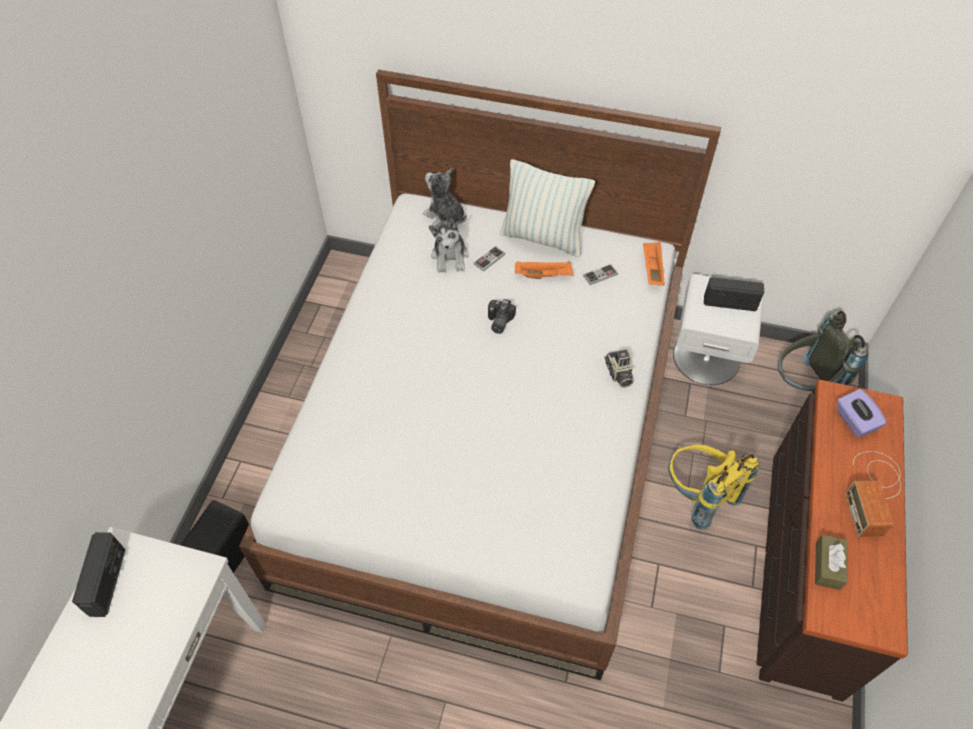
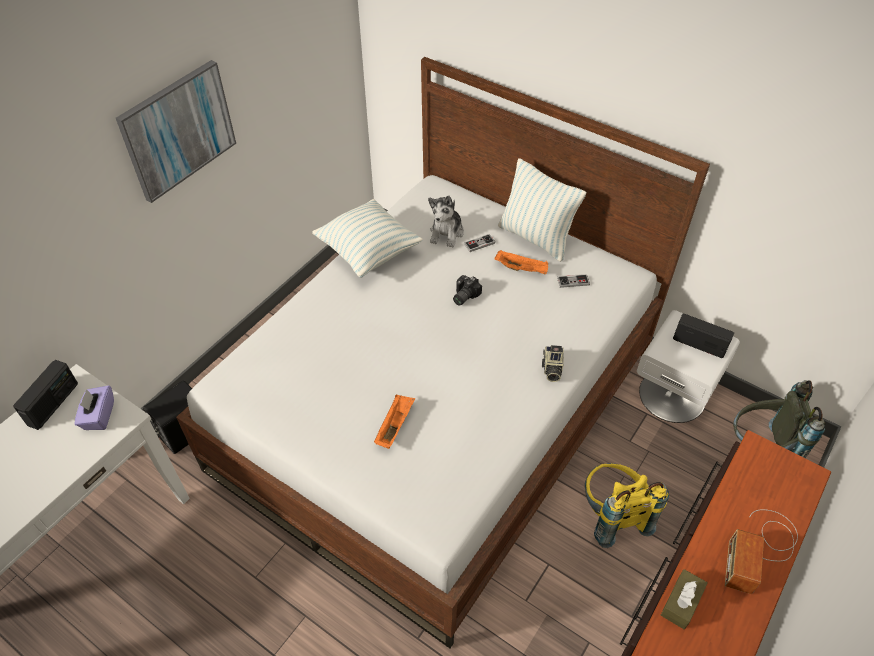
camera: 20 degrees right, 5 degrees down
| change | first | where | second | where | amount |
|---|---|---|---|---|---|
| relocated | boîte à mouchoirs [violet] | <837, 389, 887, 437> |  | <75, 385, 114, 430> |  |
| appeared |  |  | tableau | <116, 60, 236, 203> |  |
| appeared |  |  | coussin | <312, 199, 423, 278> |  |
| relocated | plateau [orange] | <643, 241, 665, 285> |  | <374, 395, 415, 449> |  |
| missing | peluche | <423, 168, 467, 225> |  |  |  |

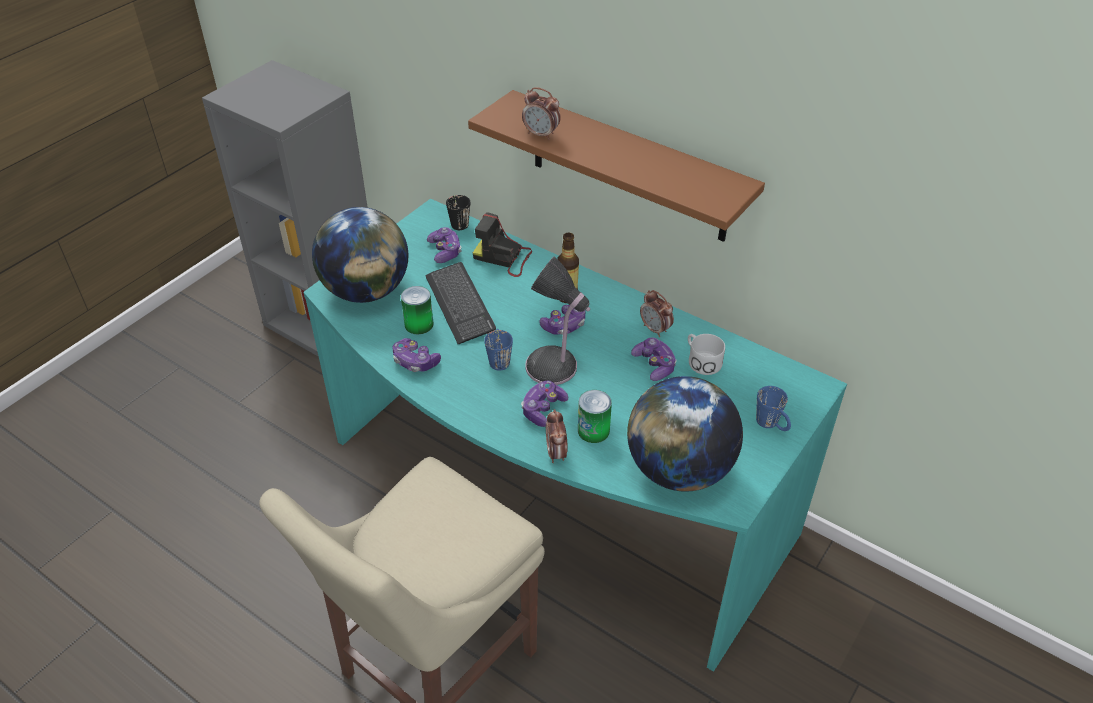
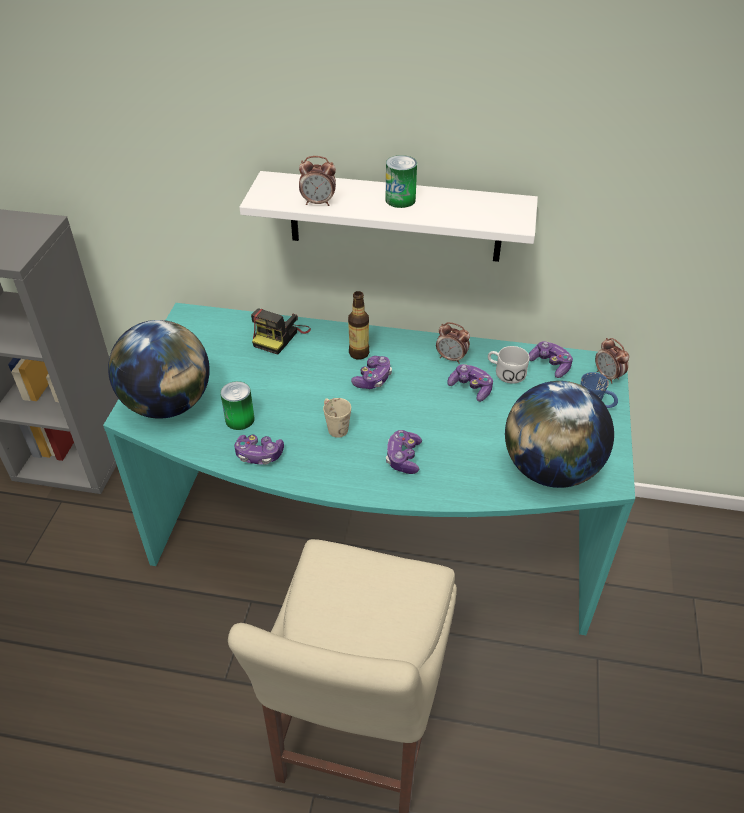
camera: 25 degrees left, 0 degrees up
| change | first | where | second | where | amount |
|---|---|---|---|---|---|
| colour | étagère [marron] | <468, 90, 765, 242> | étagère [blanc] | <239, 171, 538, 262> |  |
| spun | appareil photo | <473, 212, 532, 277> |  | <251, 309, 311, 355> | 60 degrees counterclockwise |
| colour | mug [bleu] | <484, 329, 513, 371> | mug [beige] | <323, 398, 351, 438> |  |
| relocated | boîte métallique | <578, 390, 612, 443> |  | <386, 155, 417, 208> |  |
| relocated | manette | <427, 227, 462, 263> |  | <529, 341, 573, 378> |  |
| relocated | réveil | <546, 409, 568, 463> |  | <595, 338, 629, 384> |  |
| missing | clavier | <425, 262, 496, 344> |  |  |  |
| missing | mug [noir] | <446, 195, 470, 230> |  |  |  |
| missing | lampe de table | <525, 257, 590, 385> |  |  |  |

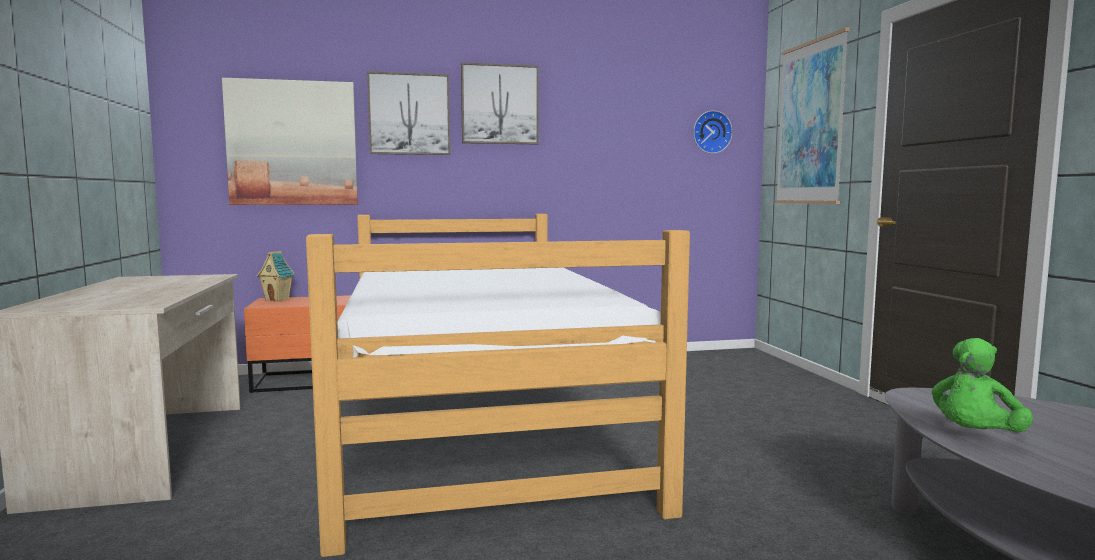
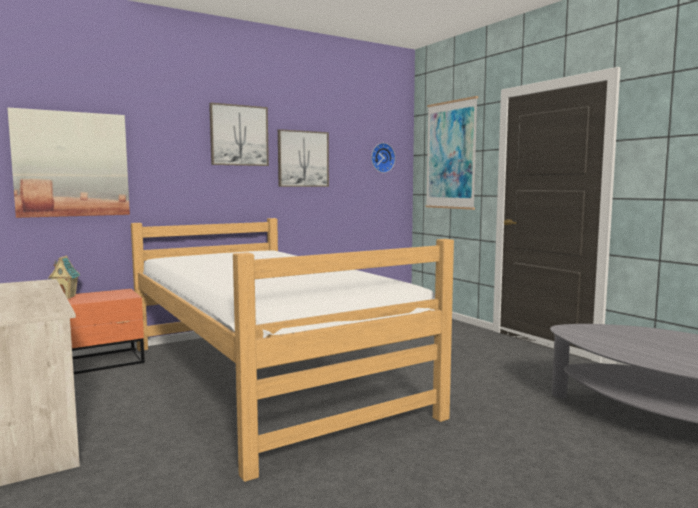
camera: 20 degrees left, 0 degrees up
| change | first | where | second | where | amount |
|---|---|---|---|---|---|
| relocated | tableau | <367, 71, 450, 155> |  | <278, 129, 329, 187> |  |
| missing | peluche [vert] | <931, 338, 1033, 432> |  |  |  |

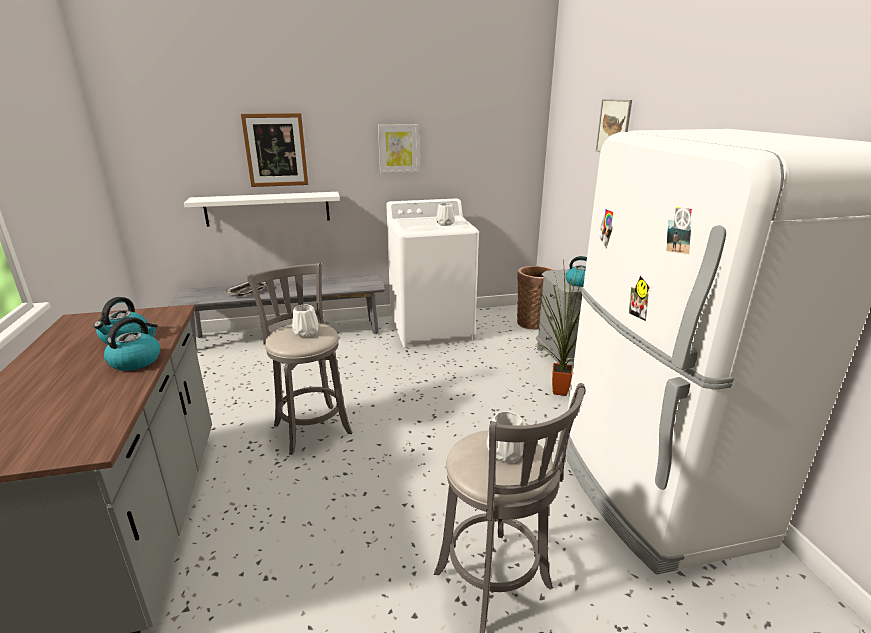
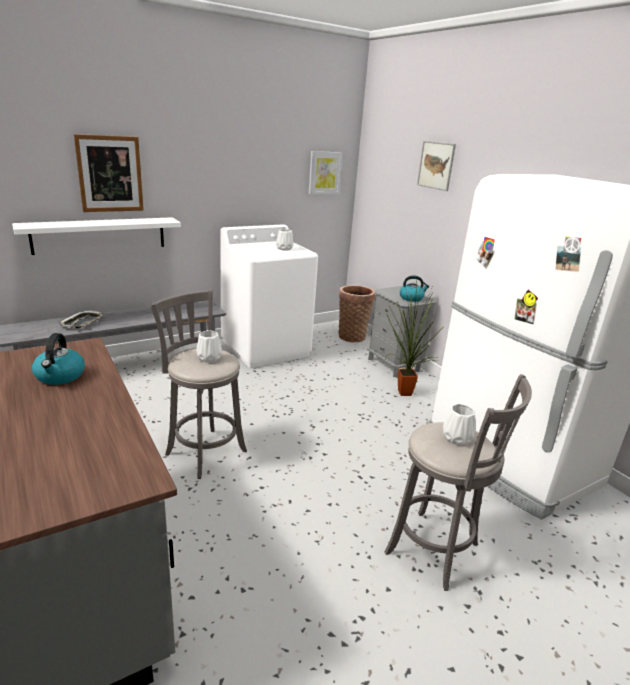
camera: 20 degrees left, 0 degrees up
| change | first | where | second | where | amount |
|---|---|---|---|---|---|
| relocated | tableau | <378, 124, 419, 173> |  | <309, 151, 342, 194> |  |
| missing | bouilloire | <104, 317, 160, 371> |  |  |  |

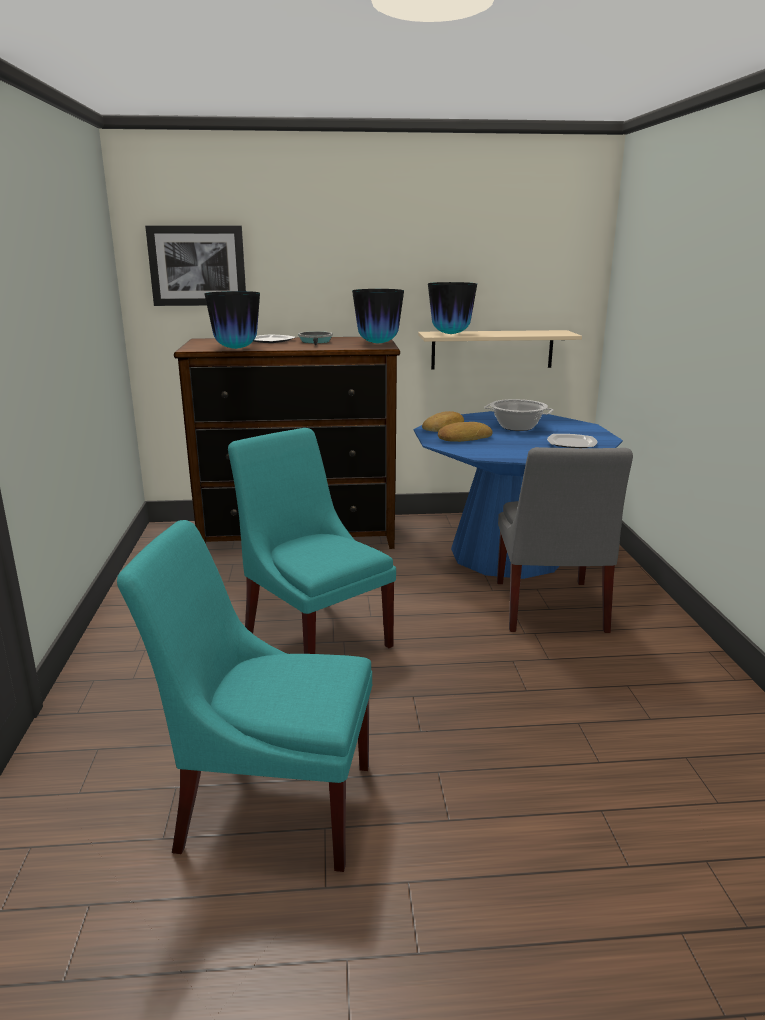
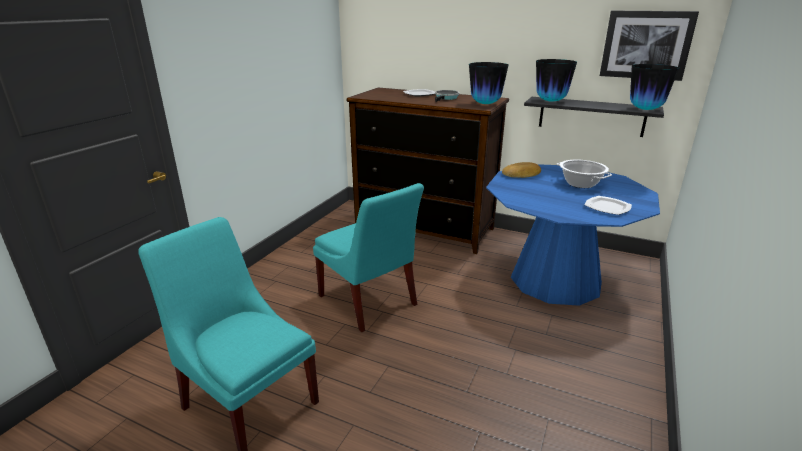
camera: 30 degrees right, 5 degrees up
| change | first | where | second | where | amount |
|---|---|---|---|---|---|
| spun | chaise [turquoise] | <228, 428, 396, 654> |  | <313, 183, 424, 332> | 150 degrees clockwise |
| colour | étagère [beige] | <418, 330, 582, 369> | étagère [noir] | <524, 97, 664, 137> |  |
| relocated | tableau | <145, 225, 246, 306> |  | <600, 11, 699, 81> |  |
| relocated | vase | <204, 291, 260, 349> |  | <630, 64, 679, 110> |  |
| missing | pain | <438, 422, 493, 442> |  |  |  |
| missing | chaise [gris] | <497, 447, 633, 633> |  |  |  |

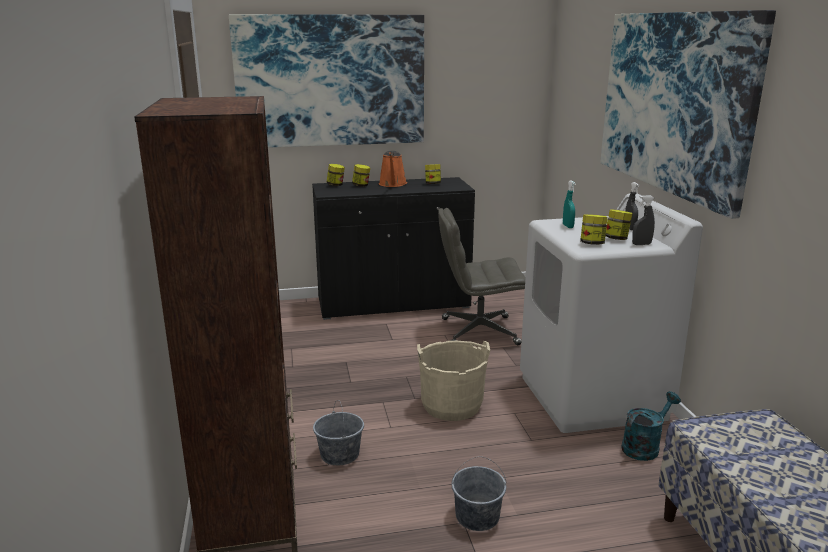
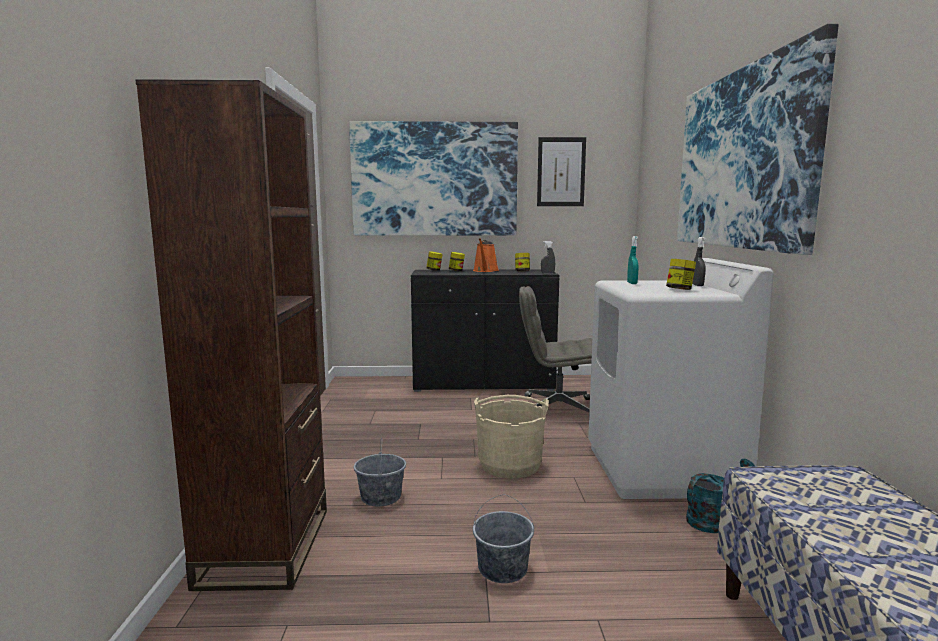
camera: 10 degrees right, 10 degrees down
| change | first | where | second | where | amount |
|---|---|---|---|---|---|
| appeared |  |  | tableau | <537, 137, 586, 206> |  |
| relocated | vaporisateur [gris] | <632, 195, 655, 245> |  | <541, 241, 555, 274> |  |
| missing | bocal | <580, 214, 608, 245> |  |  |  |

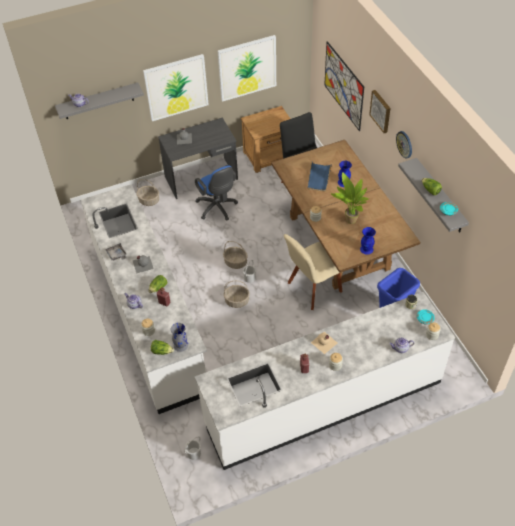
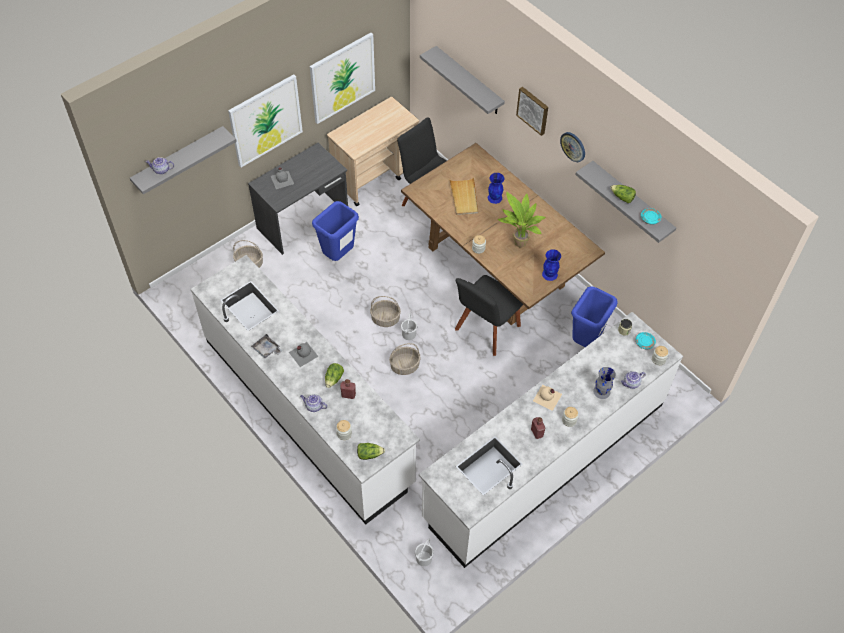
camera: 20 degrees left, 5 degrees up
| change | first | where | second | where | amount |
|---|---|---|---|---|---|
| exchanged | chaise de bureau [bleu] | <195, 165, 238, 221> | poubelle [bleu] | <312, 201, 359, 261> |  |
| exchanged | table de chevet [marron] | <241, 106, 290, 173> | chariot [beige] | <327, 97, 419, 206> |  |
| exchanged | tableau | <324, 41, 364, 131> | étagère [gris] | <420, 46, 505, 114> |  |
| colour | plateau [bleu] | <308, 162, 332, 191> | plateau [beige] | <449, 177, 478, 215> |  |
| colour | chaise [beige] | <284, 234, 342, 310> | chaise [noir] | <455, 275, 523, 356> |  |
| relocated | vase [gris] | <170, 323, 188, 352> |  | <593, 367, 616, 399> |  |

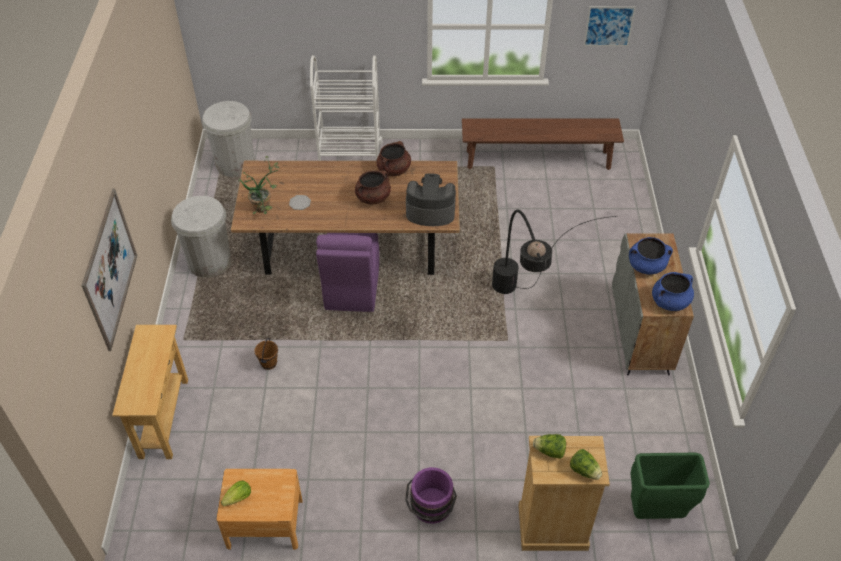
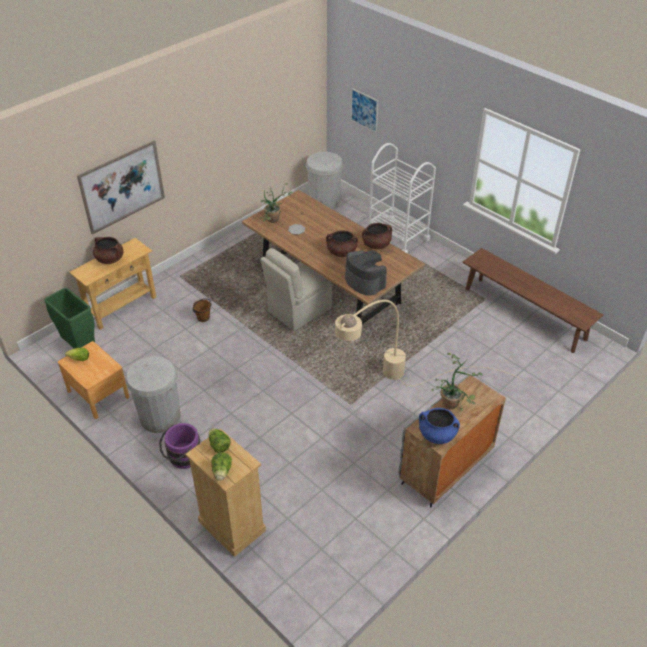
camera: 45 degrees right, 5 degrees down
| change | first | where | second | where | amount |
|---|---|---|---|---|---|
| relocated | poubelle [vert] | <630, 453, 710, 519> |  | <44, 288, 95, 349> |  |
| appeared |  |  | marmite [marron] | <93, 237, 123, 264> |  |
| relocated | poubelle [blanc] | <171, 196, 231, 278> |  | <126, 356, 180, 433> |  |
| colour | chaise [violet] | <316, 233, 380, 312> | chaise [beige] | <260, 248, 332, 331> |  |
| colour | lampadaire [noir] | <492, 210, 617, 294> | lampadaire [beige] | <335, 300, 525, 386> |  |
| relocated | tableau | <583, 6, 636, 46> |  | <351, 88, 378, 133> |  |
| exchanged | marmite [bleu] | <629, 237, 673, 275> | plante en pot | <432, 353, 483, 411> |  |

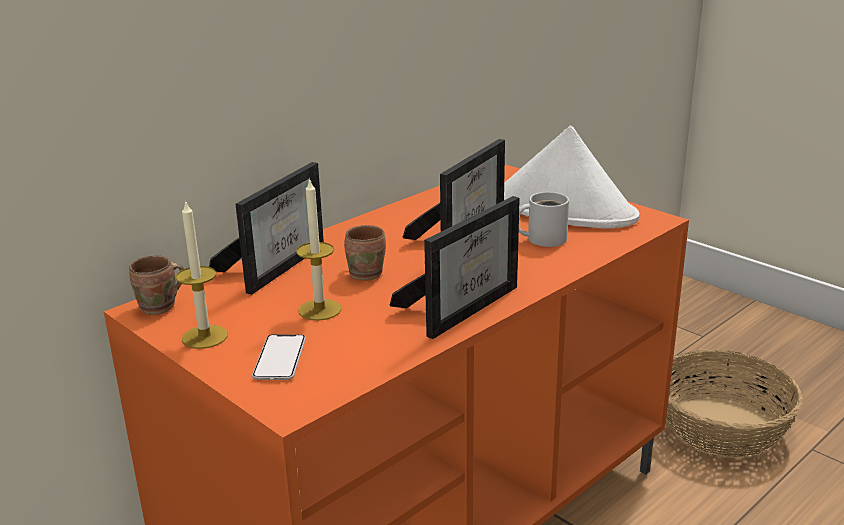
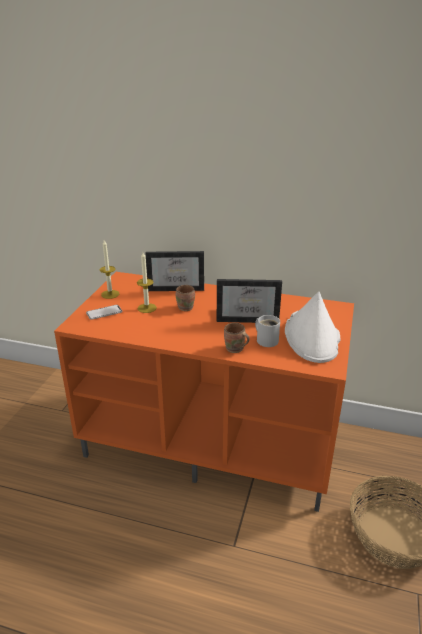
camera: 60 degrees right, 5 degrees up
| change | first | where | second | where | amount |
|---|---|---|---|---|---|
| relocated | mug [marron] | <129, 255, 184, 315> |  | <224, 323, 250, 353> |  |
| missing | cadre photo | <390, 196, 520, 339> |  |  |  |

